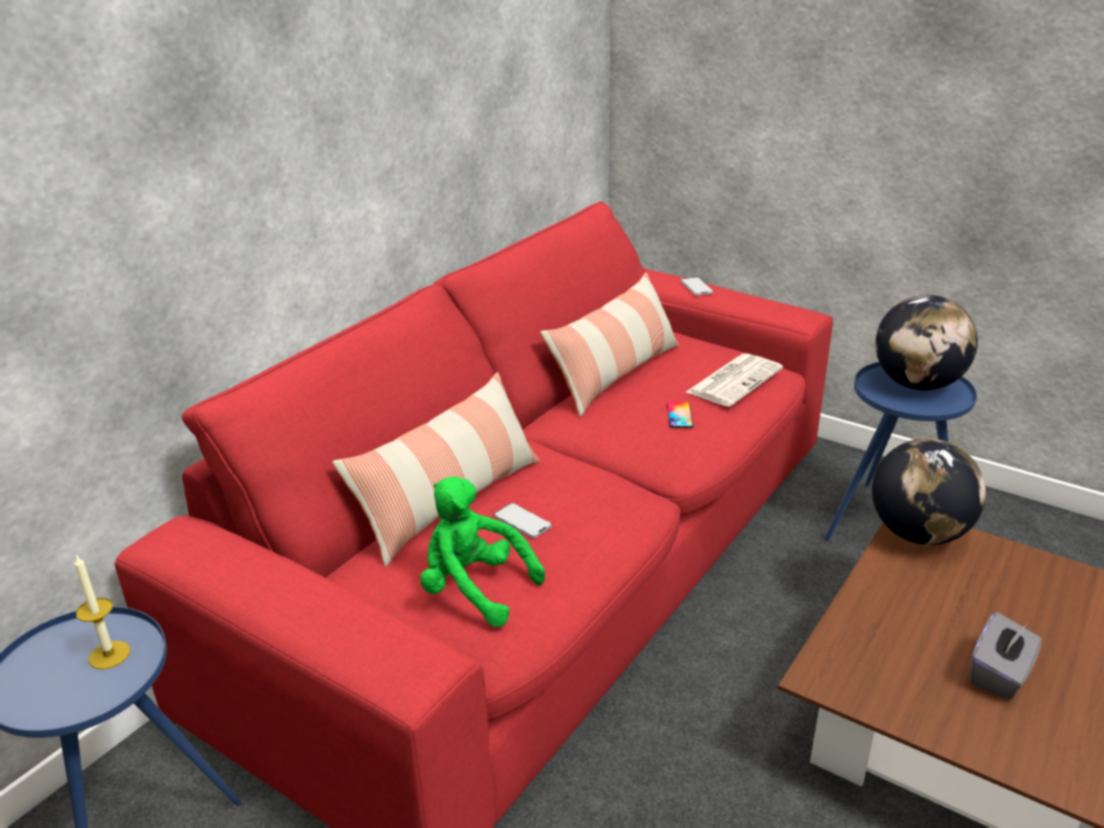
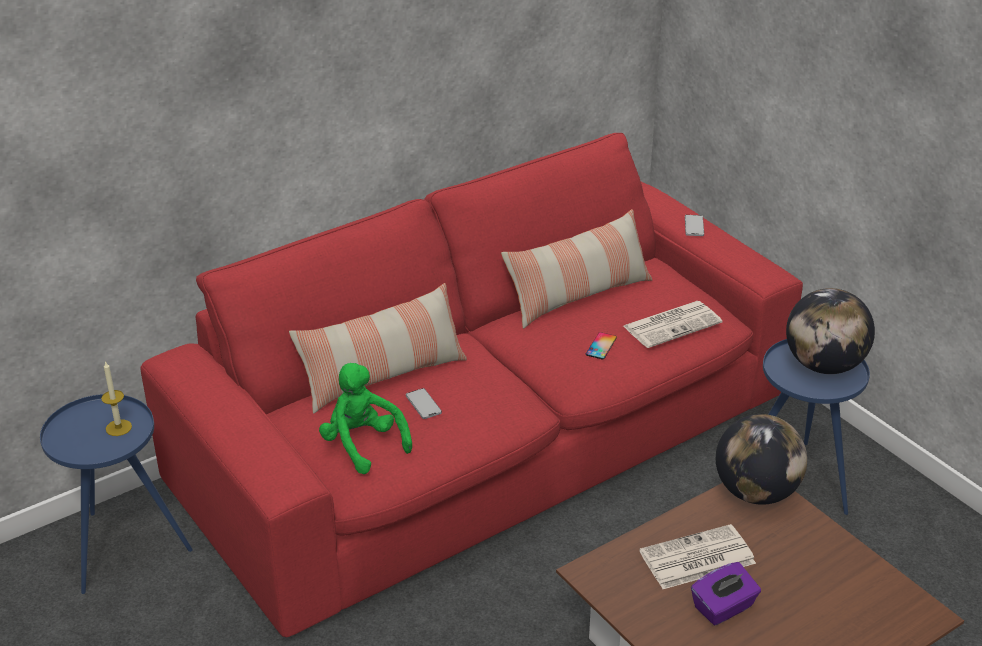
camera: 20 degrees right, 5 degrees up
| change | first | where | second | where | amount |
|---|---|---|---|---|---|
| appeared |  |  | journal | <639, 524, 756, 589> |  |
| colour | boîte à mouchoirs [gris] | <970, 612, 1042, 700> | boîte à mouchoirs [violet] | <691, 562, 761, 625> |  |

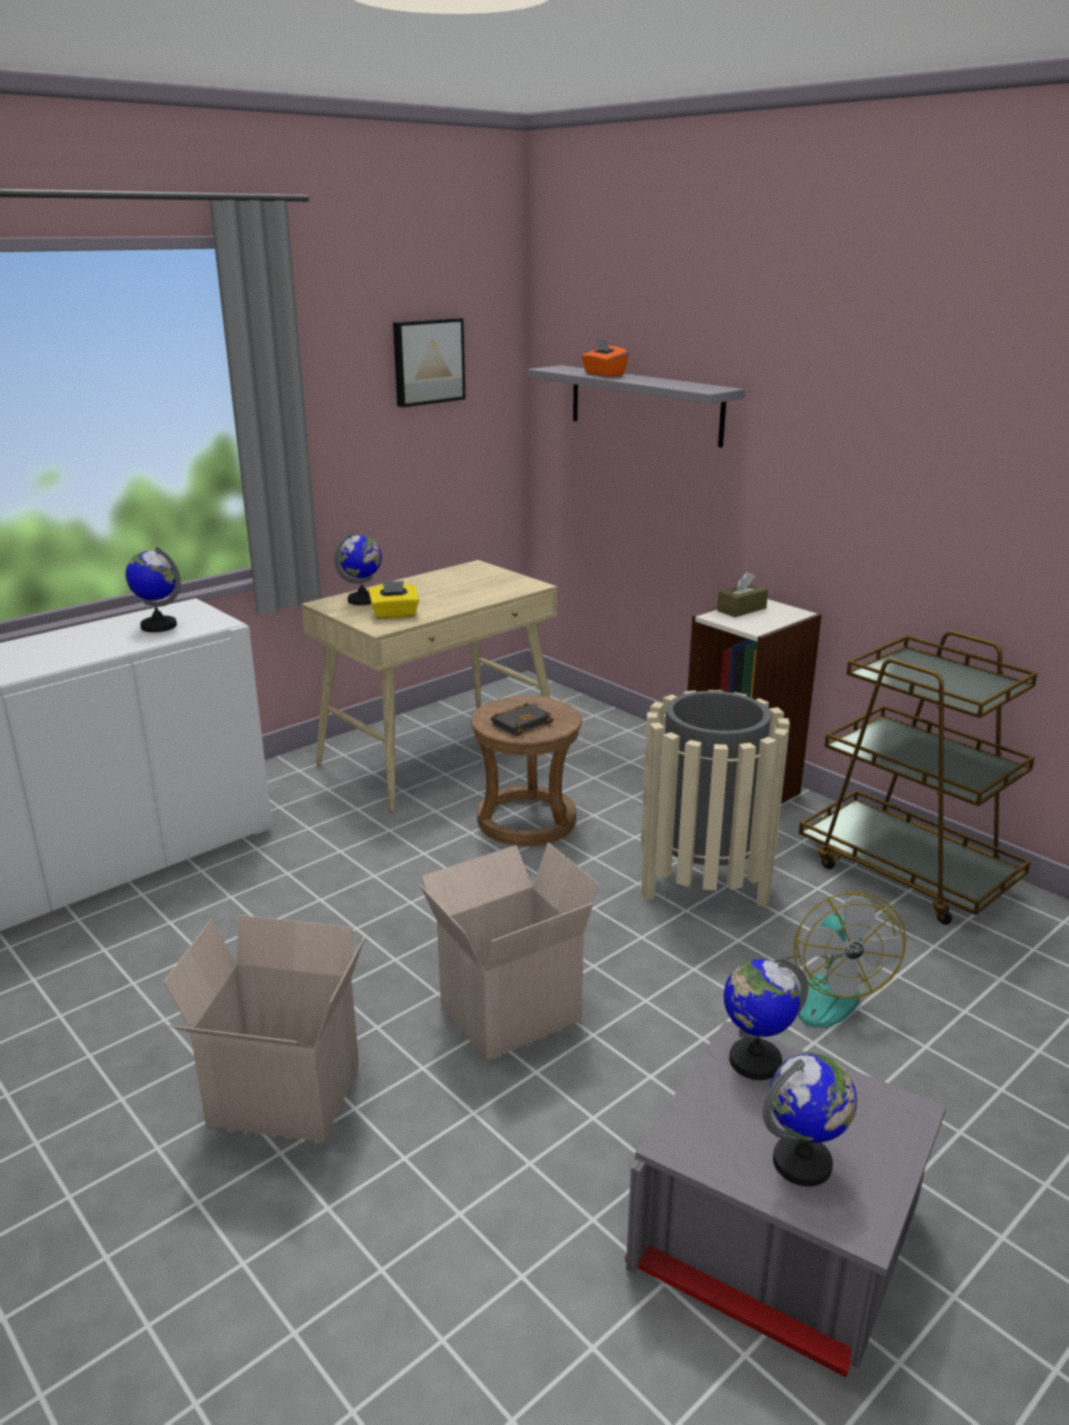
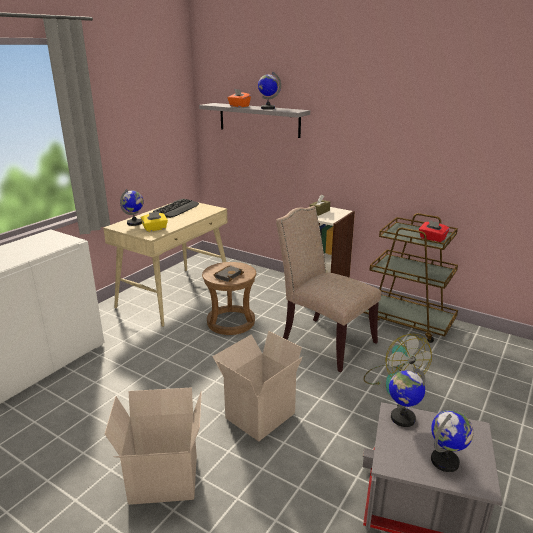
camera: 15 degrees left, 0 degrees up
| change | first | where | second | where | amount |
|---|---|---|---|---|---|
| appeared |  |  | clavier | <153, 199, 199, 218> |  |
| relocated | globe | <125, 547, 181, 632> |  | <258, 72, 281, 109> |  |
| exchanged | poubelle [beige] | <641, 690, 790, 908> | chaise [beige] | <276, 206, 381, 372> |  |
| appeared |  |  | boîte à mouchoirs [rouge] | <419, 220, 450, 242> |  |
| missing | tableau | <393, 318, 466, 407> |  |  |  |

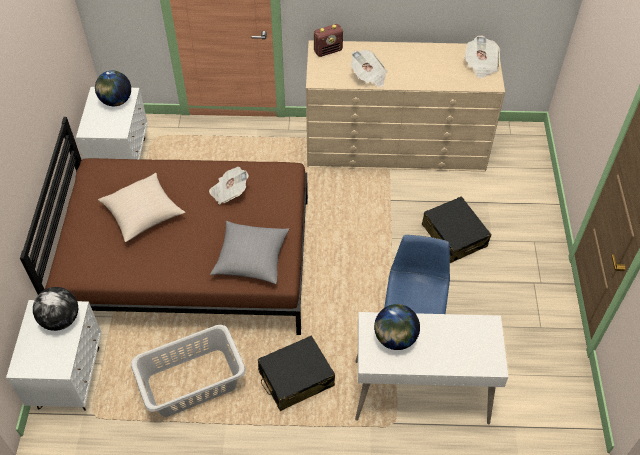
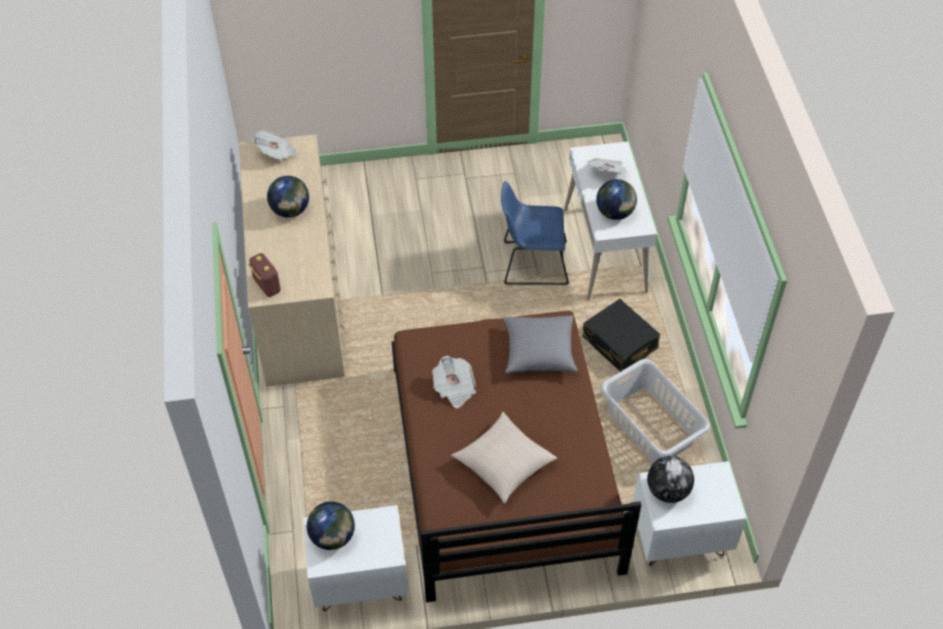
camera: 100 degrees left, 0 degrees up
| change | first | where | second | where | amount |
|---|---|---|---|---|---|
| appeared |  |  | globe | <267, 176, 309, 218> |  |
| relocated | journal | <351, 50, 387, 87> |  | <588, 158, 627, 173> |  |
| missing | valise [noir] | <422, 196, 491, 263> |  |  |  |

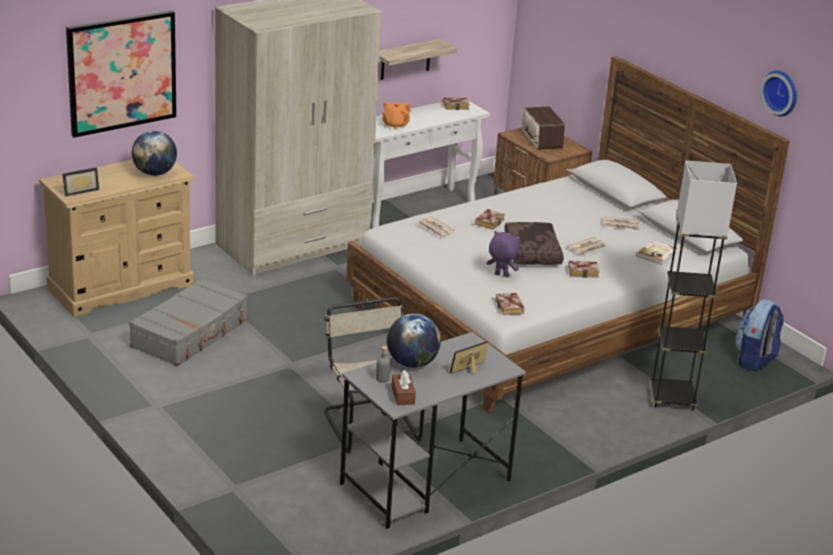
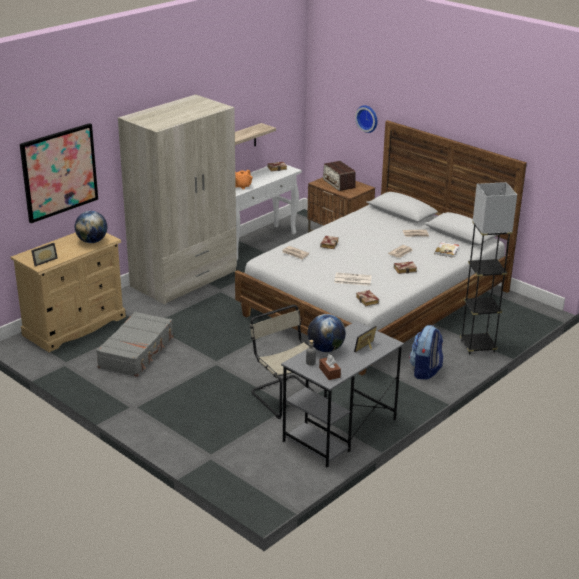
camera: 10 degrees left, 0 degrees up
| change | first | where | second | where | amount |
|---|---|---|---|---|---|
| exchanged | peluche [violet] | <486, 231, 520, 277> | journal | <334, 272, 372, 286> |  |
| relocated | horloge murale | <760, 71, 797, 116> |  | <355, 105, 377, 133> |  |
| relocated | sac à dos | <735, 299, 784, 371> |  | <409, 325, 443, 380> |  |
| missing | coussin [marron] | <504, 222, 564, 265> |  |  |  |

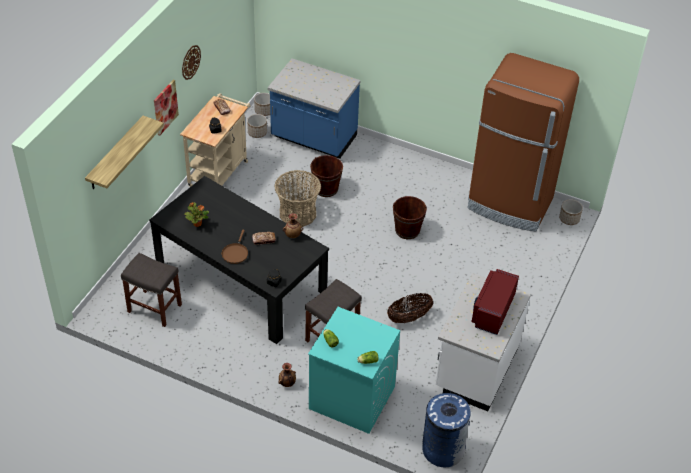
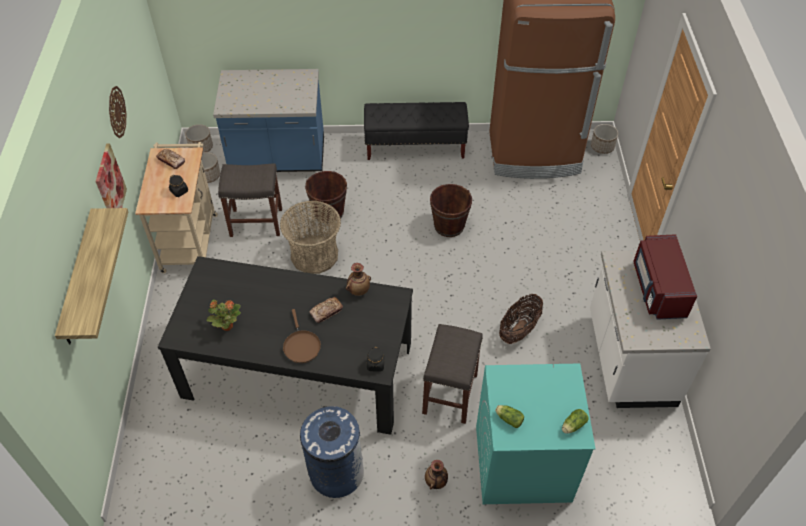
camera: 25 degrees left, 5 degrees up
| change | first | where | second | where | amount |
|---|---|---|---|---|---|
| relocated | tabouret [gris] | <121, 253, 182, 327> |  | <218, 163, 282, 237> |  |
| relocated | poubelle [bleu] | <423, 393, 471, 467> |  | <300, 406, 364, 498> |  |
| appeared |  |  | banc [noir] | <364, 102, 469, 160> |  |

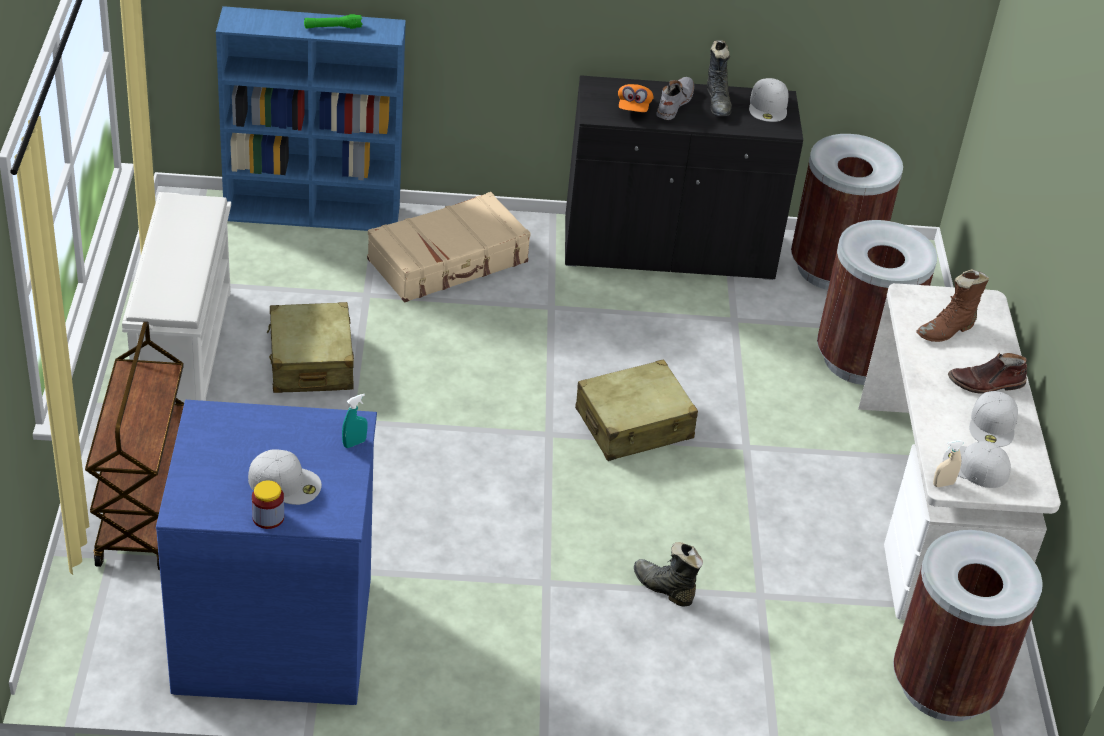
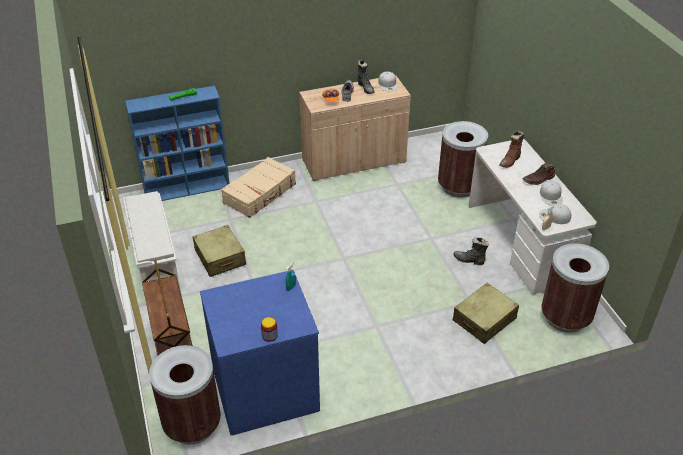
camera: 15 degrees left, 0 degrees up
| change | first | where | second | where | amount |
|---|---|---|---|---|---|
| relocated | poubelle [marron] | <791, 134, 903, 290> |  | <149, 345, 221, 445> |  |
| colour | meuble de rangement [noir] | <565, 75, 803, 280> | meuble de rangement [beige] | <299, 75, 411, 181> |  |
| relocated | botte [noir] | <634, 542, 703, 606> |  | <453, 238, 489, 265> |  |
| relocated | valise [beige] | <575, 359, 698, 461> |  | <453, 283, 519, 344> |  |
| missing | casquette [blanc] | <248, 449, 322, 505> |  |  |  |

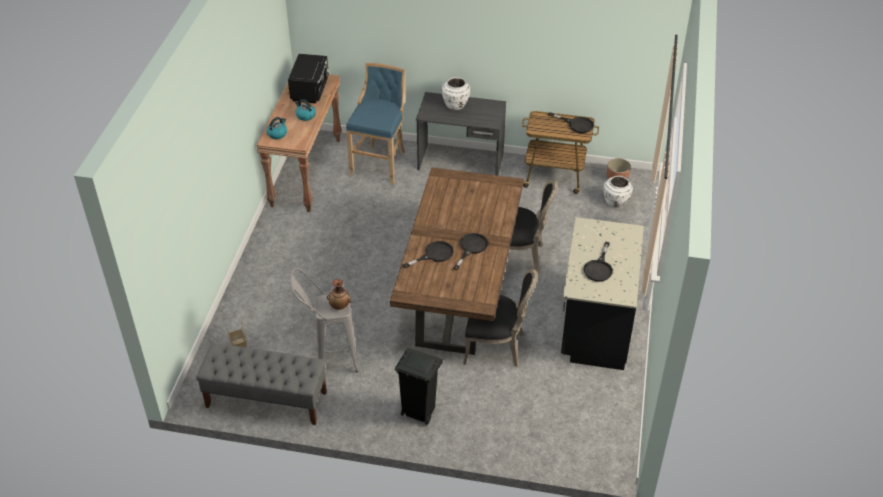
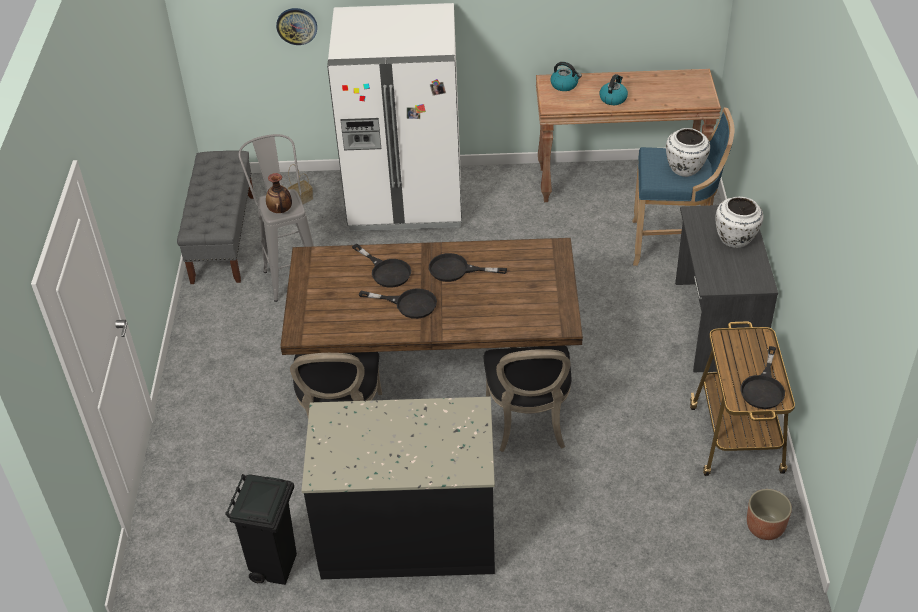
camera: 80 degrees right, 0 degrees up
| change | first | where | second | where | amount |
|---|---|---|---|---|---|
| relocated | poubelle [noir] | <395, 348, 443, 425> |  | <225, 474, 297, 585> |  |
| appeared |  |  | horloge murale | <276, 8, 317, 45> |  |
| appeared |  |  | réfrigérateur [blanc] | <327, 3, 462, 231> |  |
| relocated | poêle [noir] | <583, 242, 613, 282> |  | <429, 253, 507, 282> |  |
| relocated | vase [blanc] | <603, 176, 633, 208> |  | <666, 128, 710, 177> |  |
| missing | micro-ondes [noir] | <288, 54, 329, 103> |  |  |  |

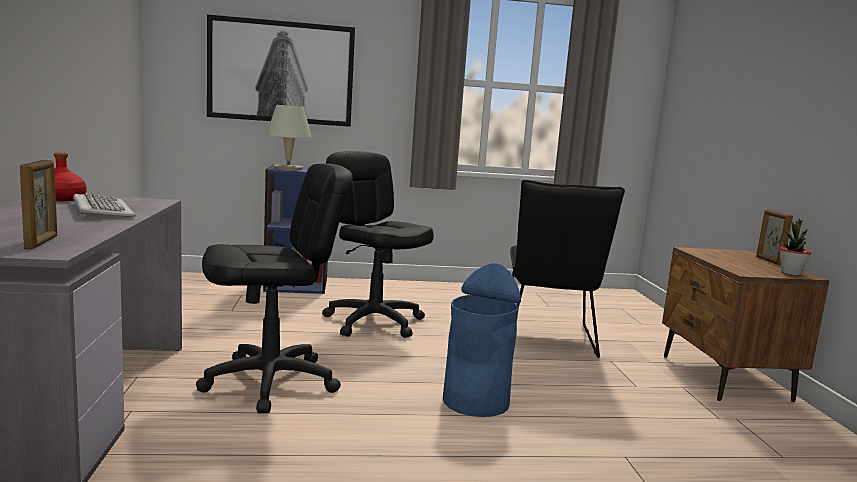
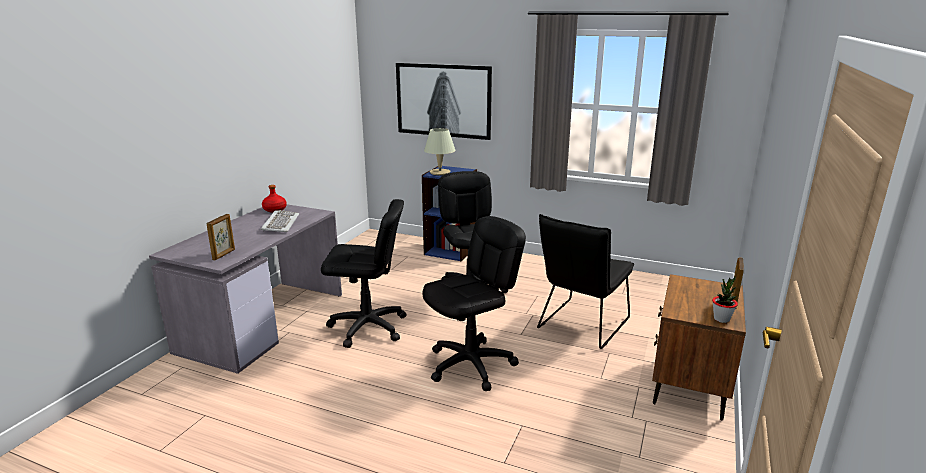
camera: 30 degrees right, 10 degrees up
| change | first | where | second | where | amount |
|---|---|---|---|---|---|
| exchanged | poubelle [bleu] | <443, 263, 521, 417> | chaise de bureau [noir] | <422, 216, 526, 391> |  |

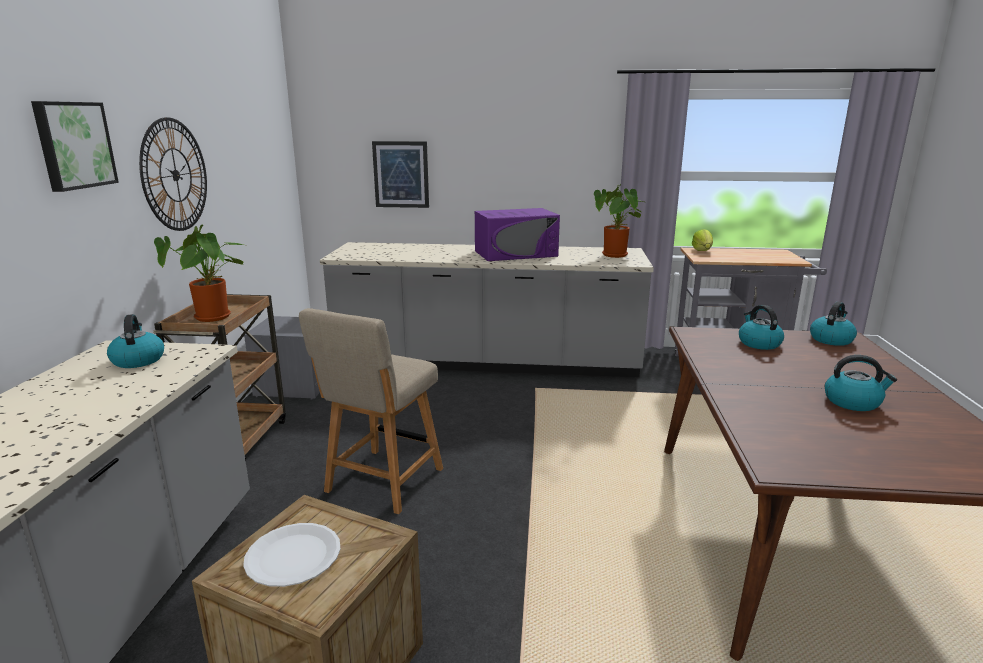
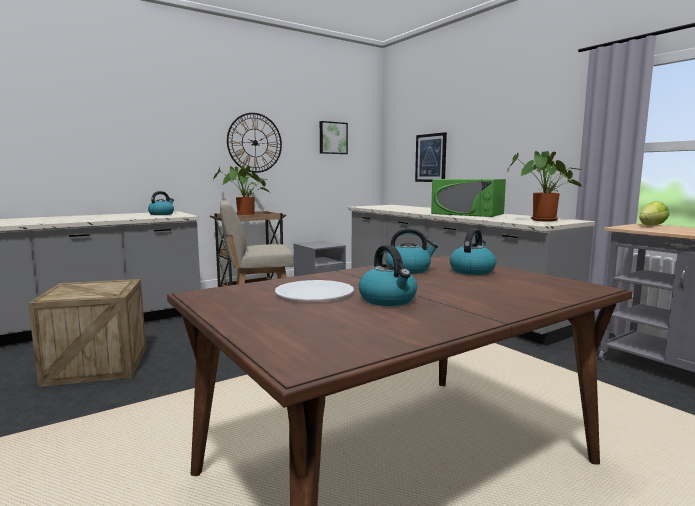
camera: 50 degrees right, 10 degrees down
| change | first | where | second | where | amount |
|---|---|---|---|---|---|
| relocated | assiette [blanc] | <243, 523, 341, 587> |  | <275, 280, 354, 301> |  |
| relocated | tableau | <31, 101, 119, 192> |  | <320, 121, 348, 154> |  |
| relocated | bouilloire | <810, 302, 857, 346> |  | <386, 228, 438, 274> |  |
| colour | micro-ondes [violet] | <475, 208, 560, 261> | micro-ondes [vert] | <431, 179, 506, 217> |  |

